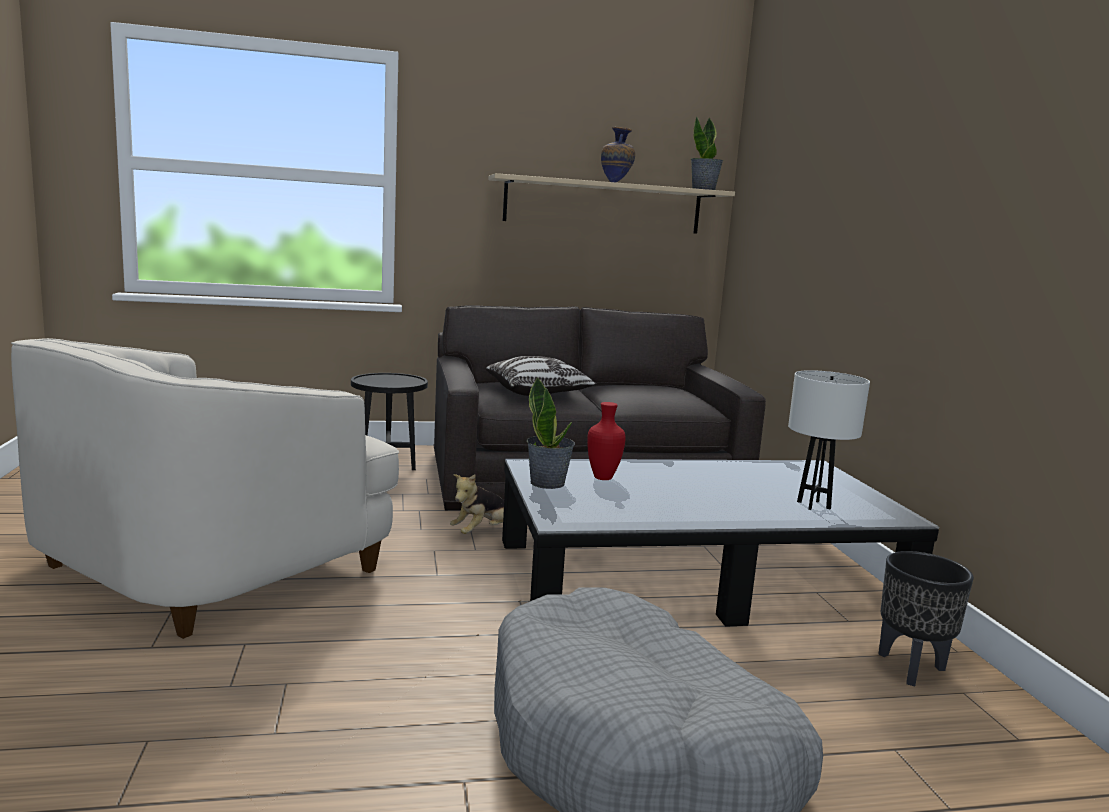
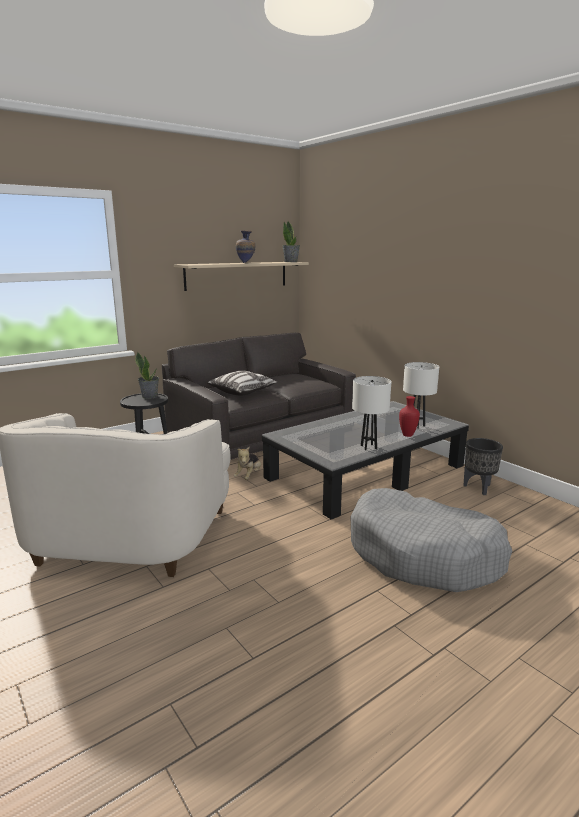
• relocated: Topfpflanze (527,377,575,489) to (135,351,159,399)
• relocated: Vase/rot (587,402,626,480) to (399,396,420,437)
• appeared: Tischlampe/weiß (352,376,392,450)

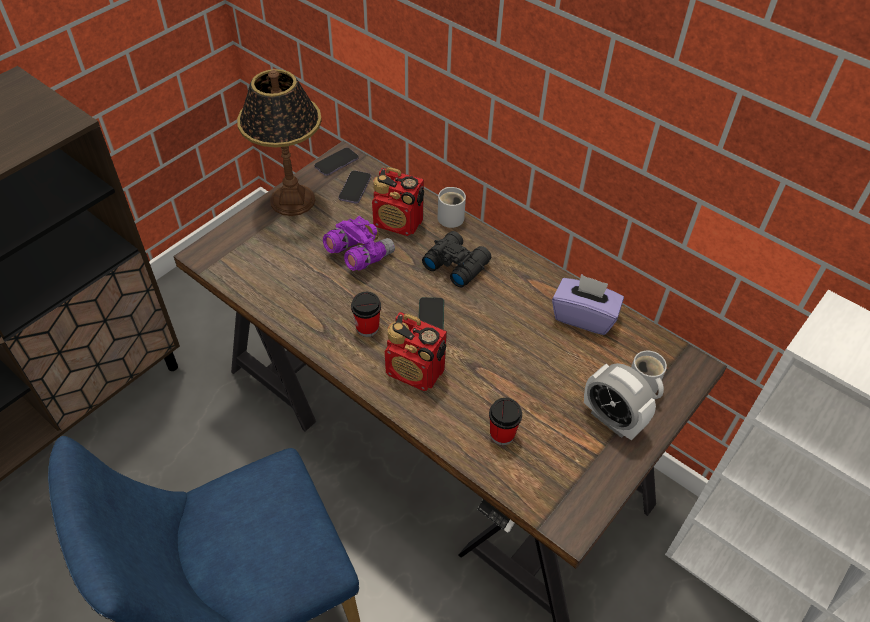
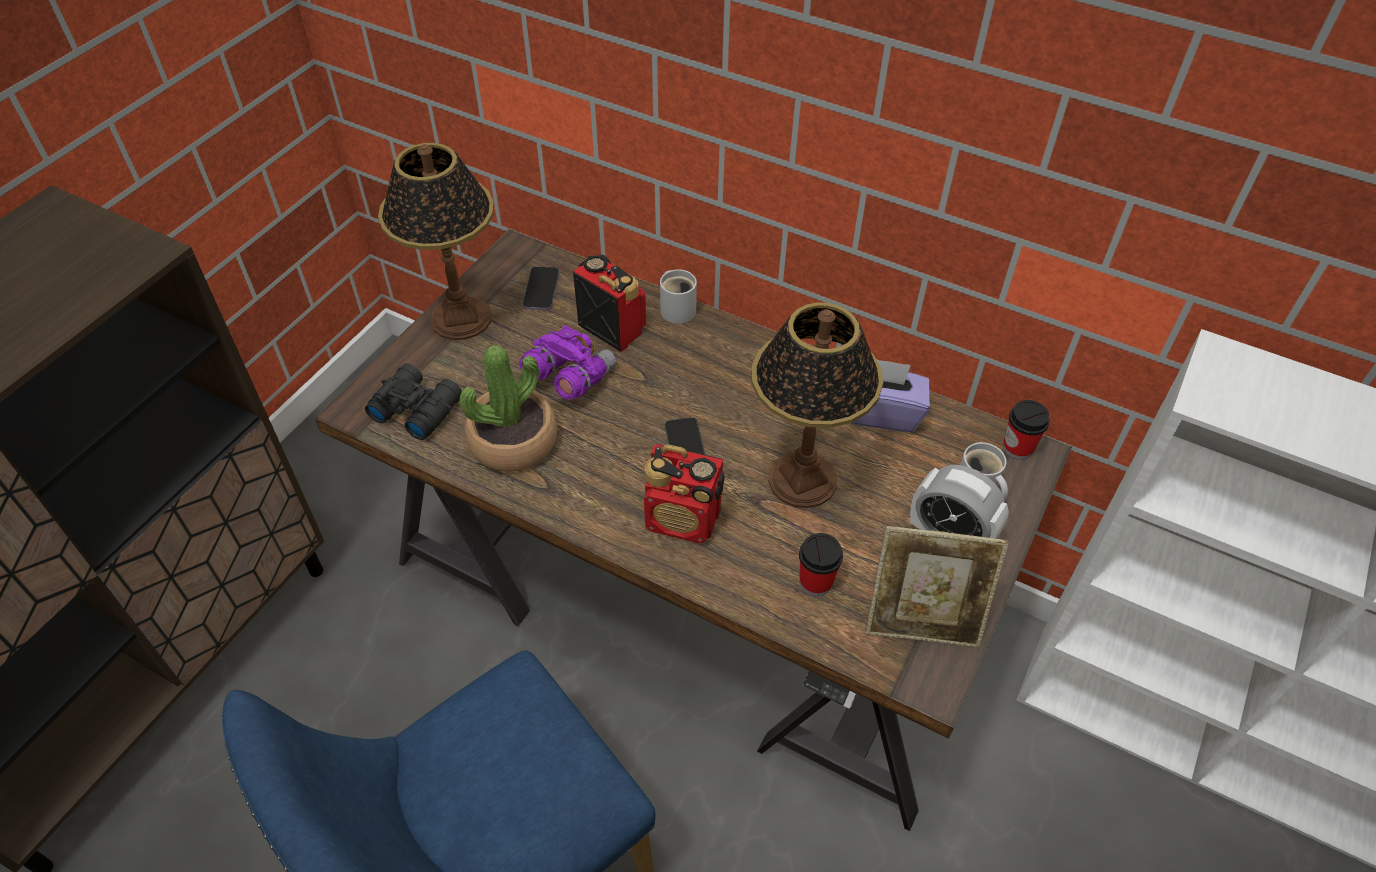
• missing: Handy (314,148,359,176)
• spun: Radio (372,167,424,236) = (573,254,646,352) 150 degrees counterclockwise
• relocated: Fernglas/schwarz (422,231,491,288) to (365,363,462,440)
• relocated: Tasse (351,292,381,337) to (1003,400,1050,460)
• appeared: Tischlampe (751,303,883,508)
• appeared: Topfpflanze (460,345,557,472)
• appeared: Bilderrahmen (866,526,1008,648)

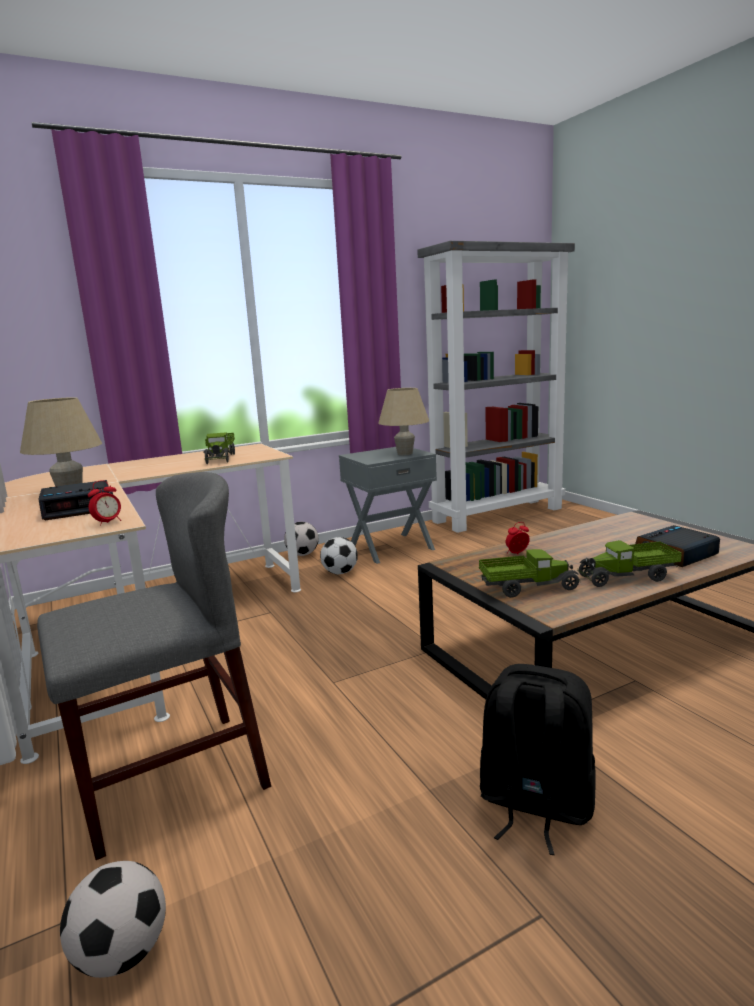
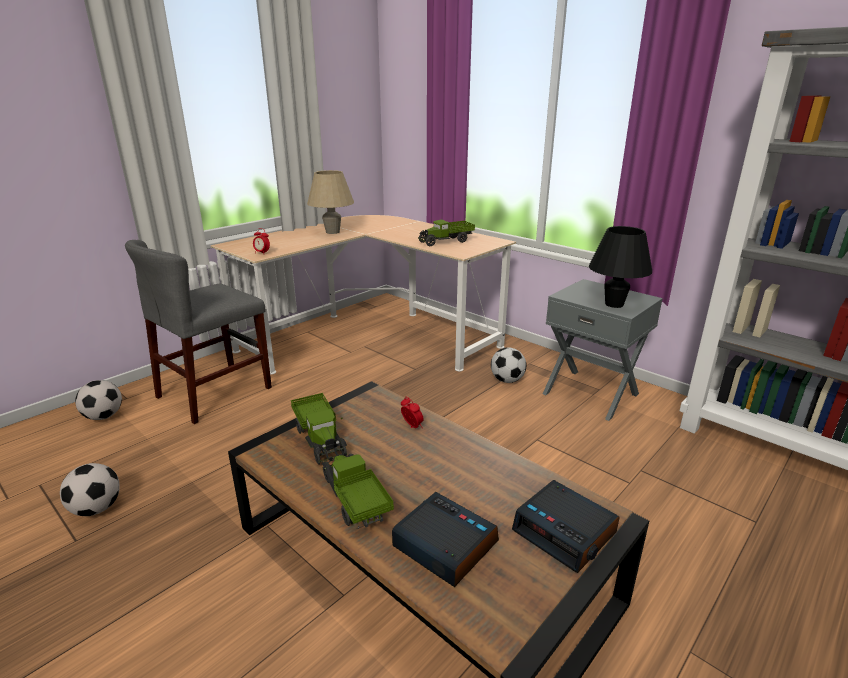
• colour: Tischlampe/beige (378,388,429,455) to Tischlampe/schwarz (588,226,652,308)
• spun: Stuhl/grau (37,472,271,860) = (125,240,272,424) 90 degrees clockwise
• relocated: Wecker (38,480,113,520) to (512,480,620,573)
• relocated: Fußball (284,522,319,556) to (60,463,120,516)
• missing: Rucksack/schwarz (480,664,595,855)

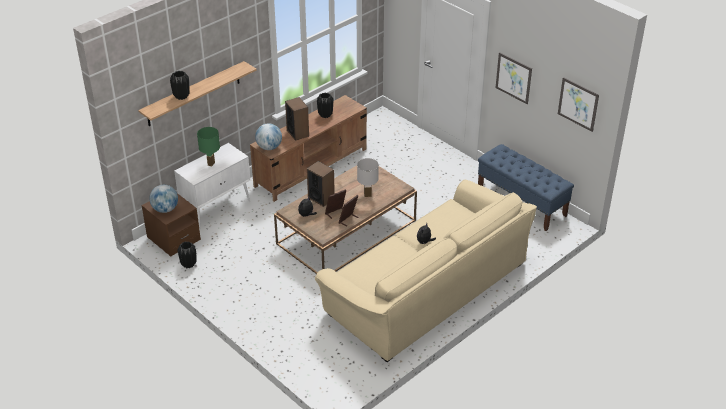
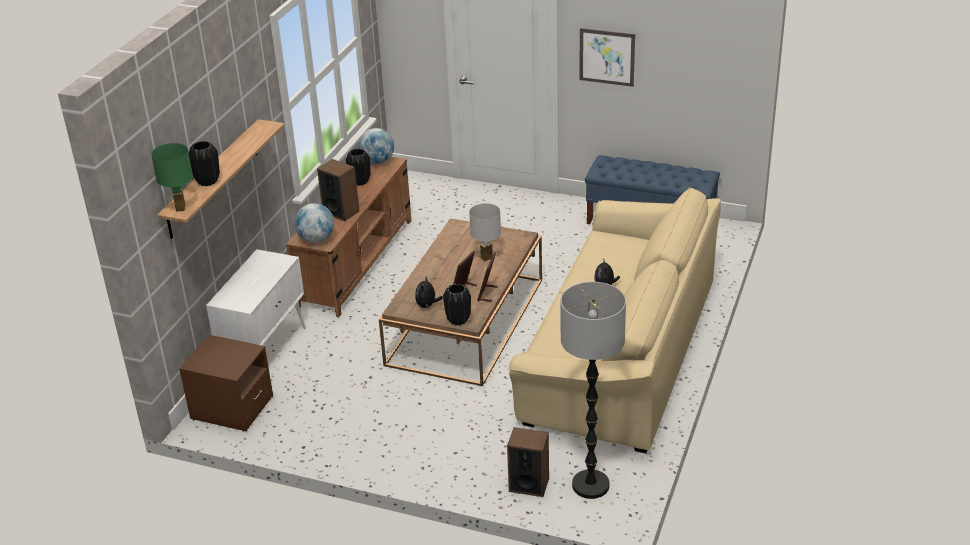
• missing: Bild (558,77,599,132)
• relocated: Tischlampe/grün (197,127,220,166) to (151,143,193,212)
• relocated: Lautsprecher (307,161,335,207) to (507,427,549,497)
• relocated: Globus (149,185,178,213) to (358,128,394,164)
• relocated: Vase/schwarz (177,241,197,268) to (443,284,471,325)
• appeared: Stehlampe (560,282,626,499)

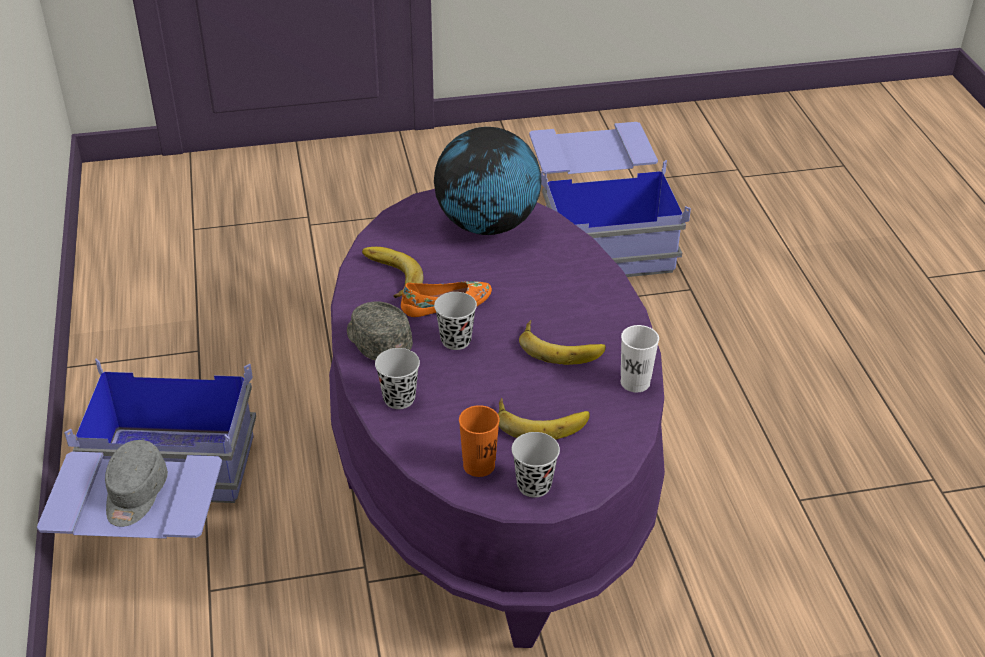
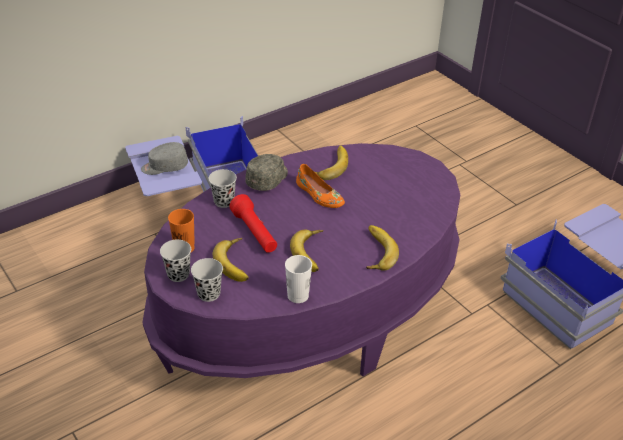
• missing: Globus (434,127,541,235)
• relocated: Tasse/schwarz (434,292,477,350) to (191,258,223,302)
• appeared: Taschenlampe/rot (229,194,277,253)
• appeared: Banane (366,225,399,270)

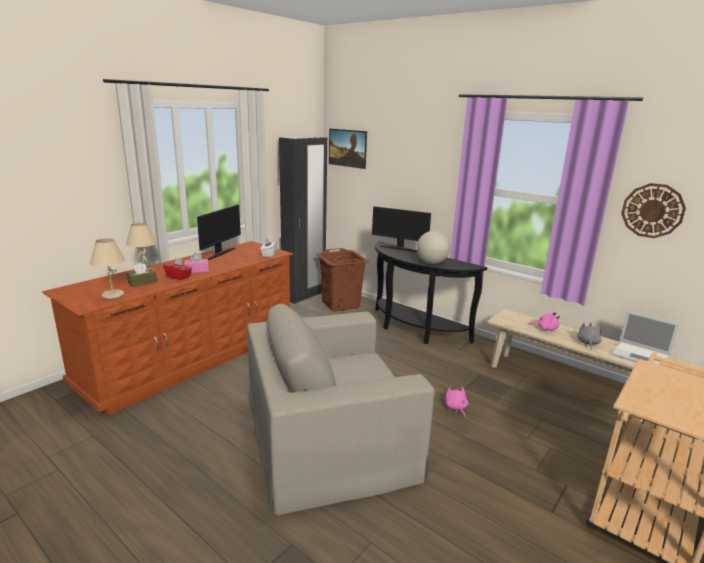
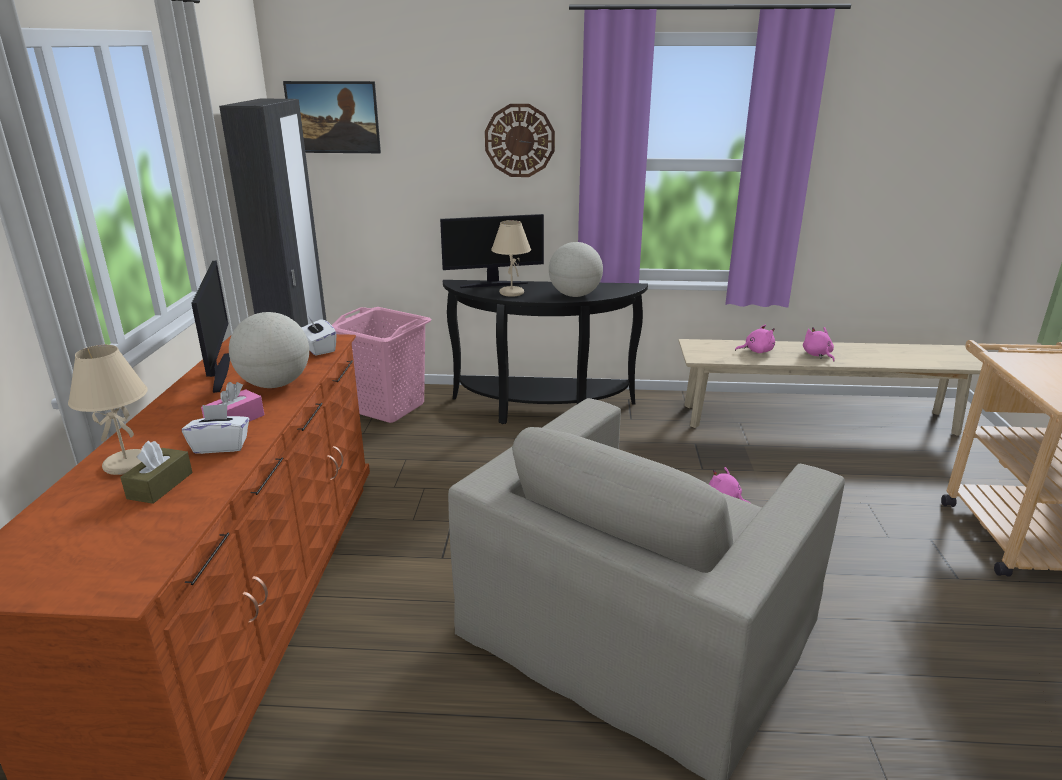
• relocated: Wanduhr (621,183,686,238) to (485,104,555,177)
• relocated: Tischlampe/beige (90,238,126,299) to (491,220,531,297)
• colour: Wäschekorb/braun (316,248,369,312) to Wäschekorb/rosa (332,307,432,423)
• colour: Taschentuchbox/rot (163,258,192,280) to Taschentuchbox/weiß (182,404,249,454)
• missing: Laptop (611,311,679,365)
• colour: Plüschtier/grau (577,323,601,349) to Plüschtier/rosa (803,327,835,362)
• appeared: Globus (229,312,309,388)

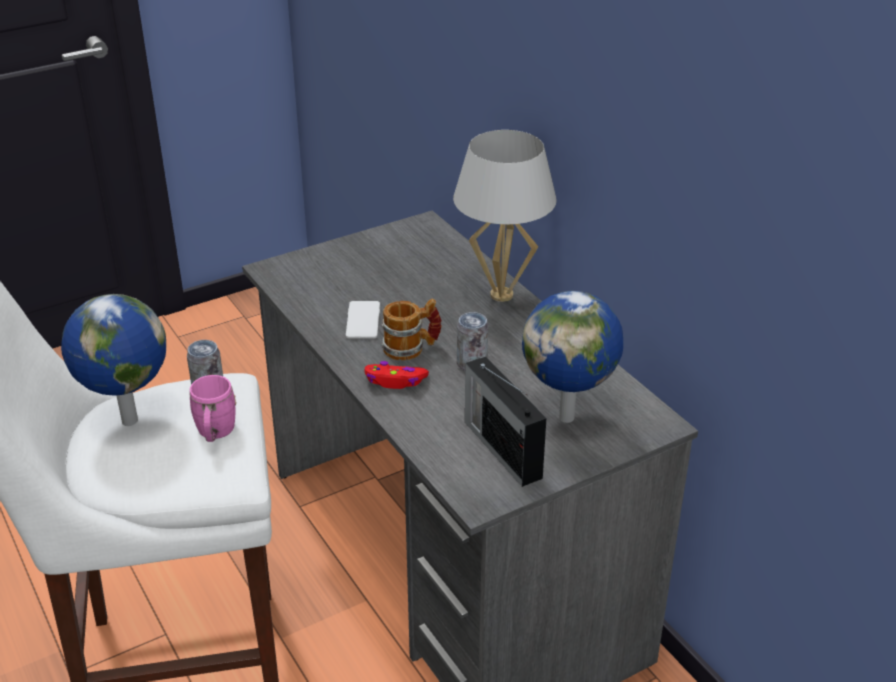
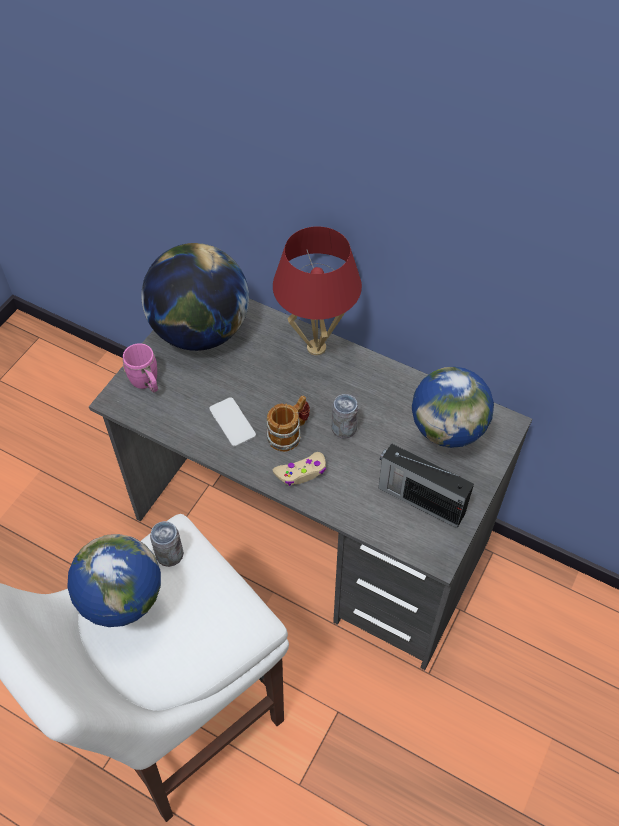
• colour: Tischlampe/weiß (453,130,557,302) to Tischlampe/rot (273,226,362,356)
• colour: Gamepad/rot (365,361,429,389) to Gamepad/beige (273,452,326,486)
• relocated: Henkelbecher/rosa (189,375,237,442) to (123,343,158,392)
• appeared: Globus (141,243,249,351)

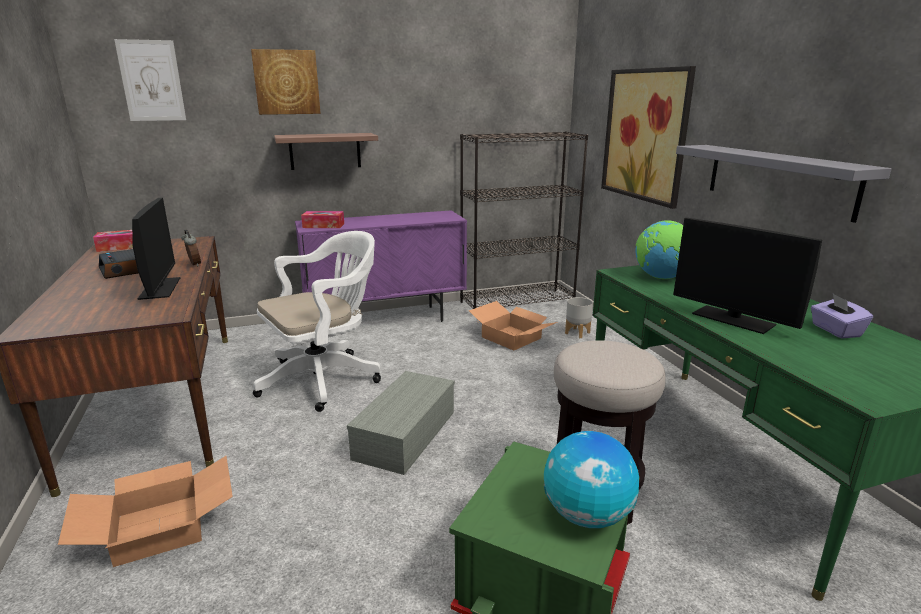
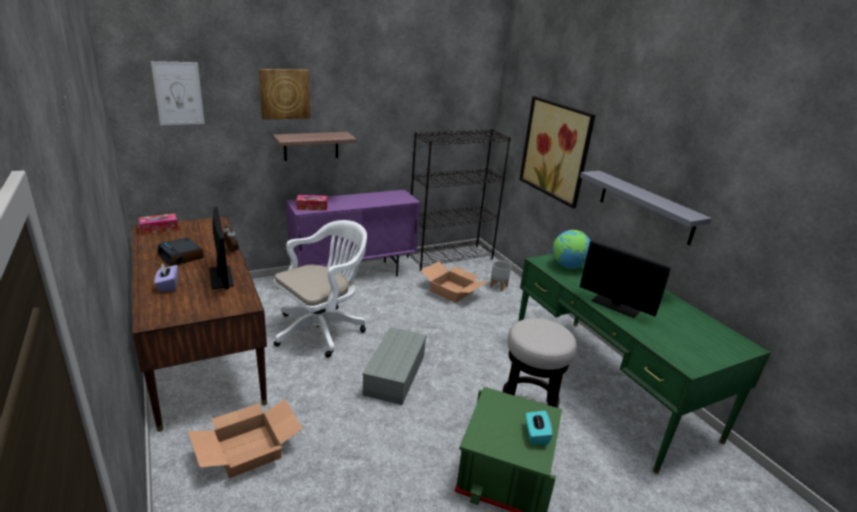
• relocated: Taschentuchbox/lila (811,294,873,338) to (154,263,178,292)
• exchanged: Globus (544,431,639,528) to Taschentuchbox/türkis (526,410,553,445)

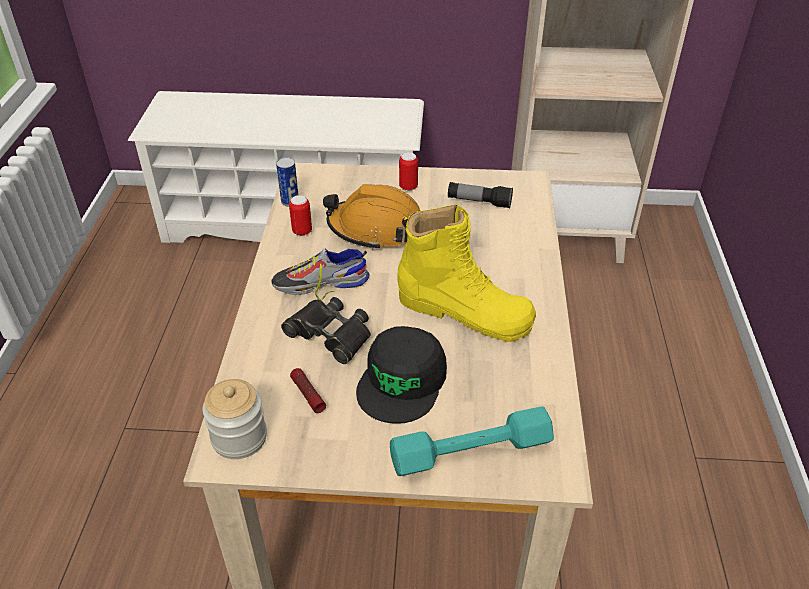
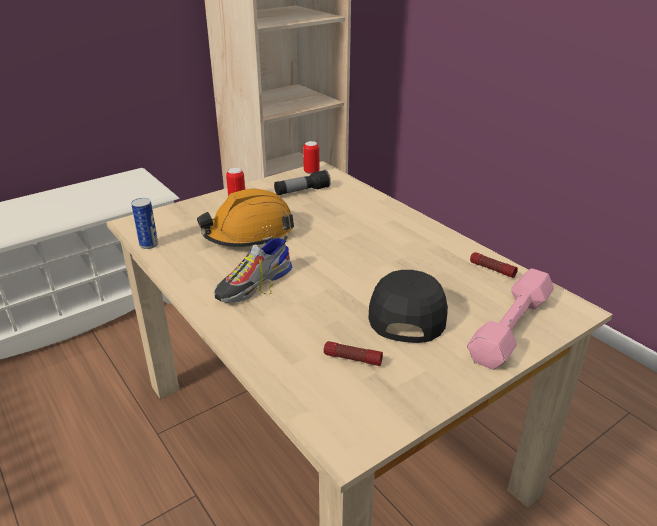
• relocated: Dose (289,195,312,236) to (303,141,319,174)
• missing: Stiefel/gelb (398,205,536,342)
• missing: Fernglas/schwarz (281,297,371,364)
• spun: Kappe/schwarz (356,326,447,424) = (369,270,448,343) 150 degrees counterclockwise
• missing: Vorratsglas (202,379,267,459)
• colour: Hantel/türkis (390,406,554,476) to Hantel/rosa (467,268,554,370)
• appeared: Taschenlampe (470,252,518,278)

